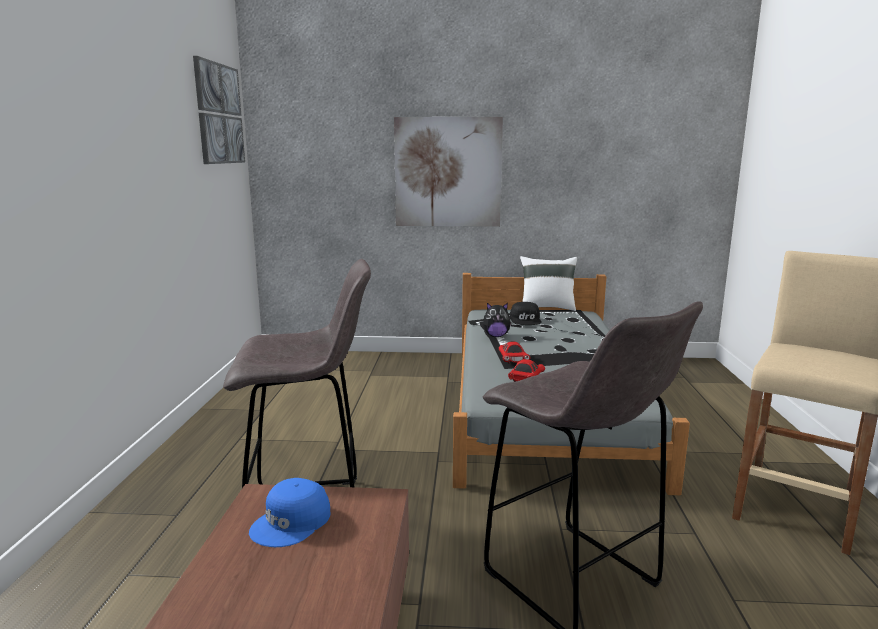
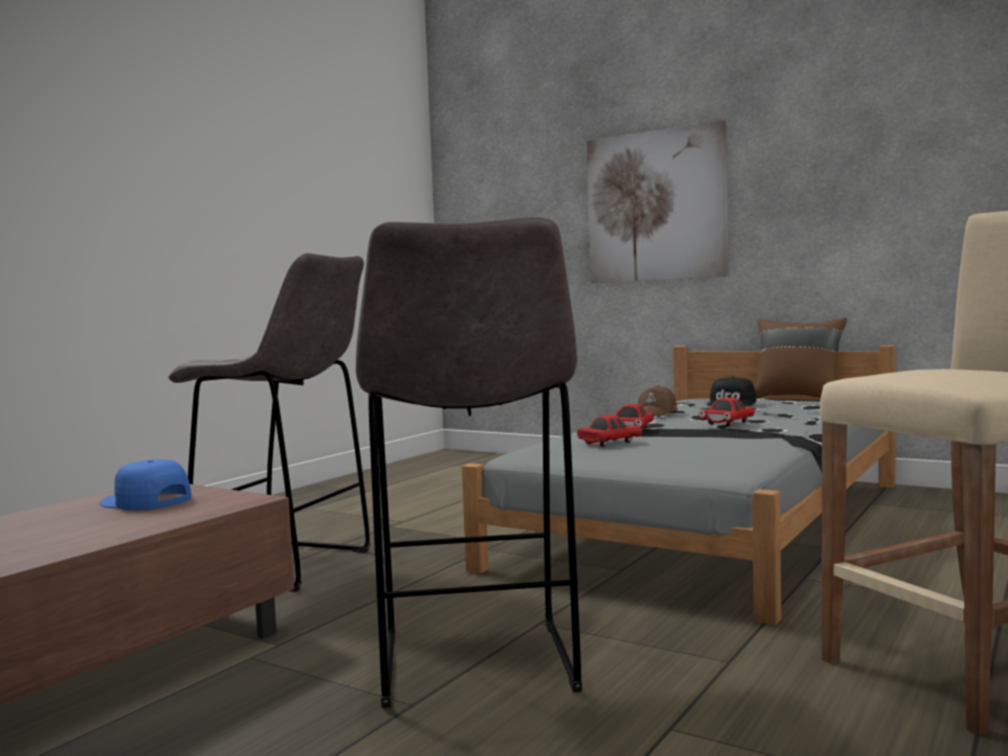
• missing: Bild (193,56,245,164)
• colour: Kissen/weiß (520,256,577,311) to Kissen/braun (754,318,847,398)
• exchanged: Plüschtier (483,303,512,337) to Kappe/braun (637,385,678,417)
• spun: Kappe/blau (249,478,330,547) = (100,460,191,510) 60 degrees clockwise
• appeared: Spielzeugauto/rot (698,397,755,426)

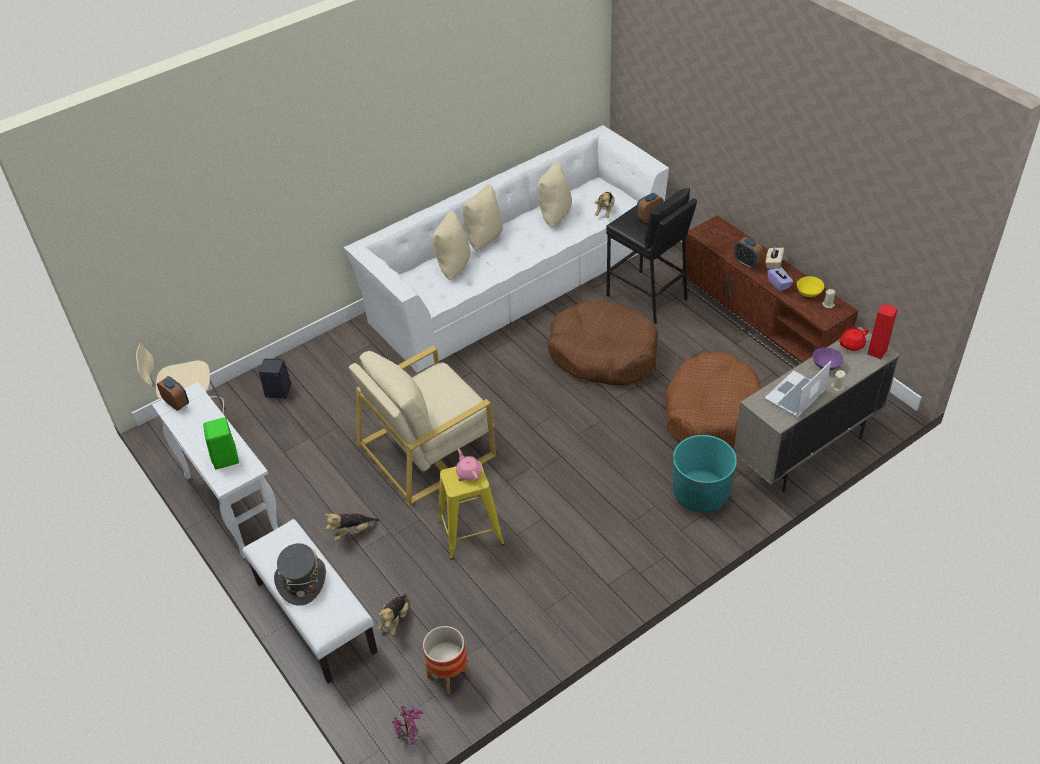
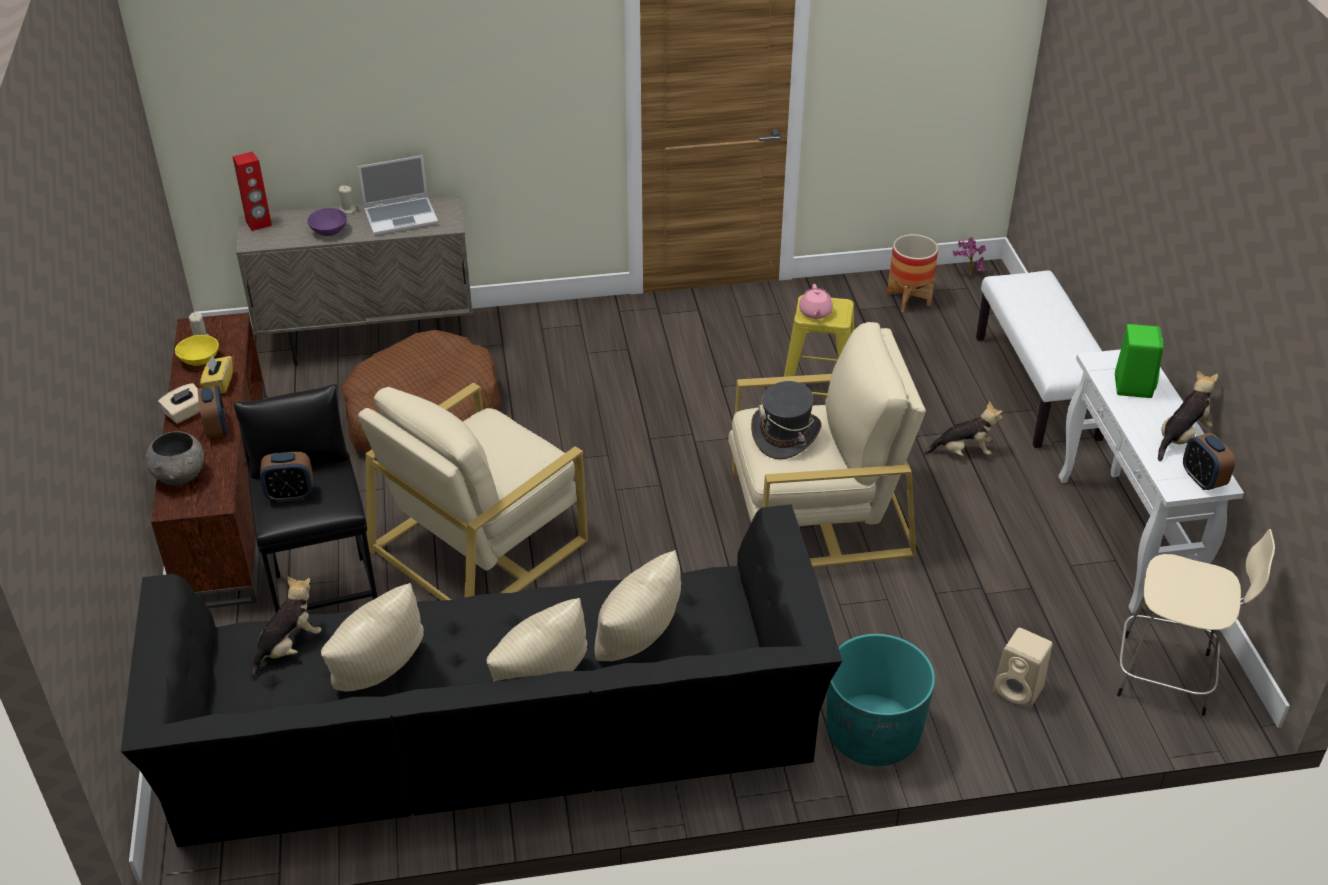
• colour: Sofa/weiß (344,125,669,373) to Sofa/schwarz (121,504,842,847)
• colour: Taschentuchbox/lila (767,267,793,292) to Taschentuchbox/gelb (200,355,233,393)
• exchanged: Hundebett/braun (547,301,658,385) to Sessel/beige (358,383,588,600)
• missing: Teekanne/rot (838,328,869,351)
• colour: Lautsprecher/schwarz (259,359,291,399) to Lautsprecher/beige (993,628,1053,709)
• relocated: Pflanzkübel/türkis (673,435,737,513) to (826,634,935,766)
• relocated: Hut/grau (274,543,326,606) to (751,381,821,459)
• relocated: Plüschtier (378,593,409,636) to (1158,370,1218,461)
• appeared: Schüssel/grau (146,431,204,485)

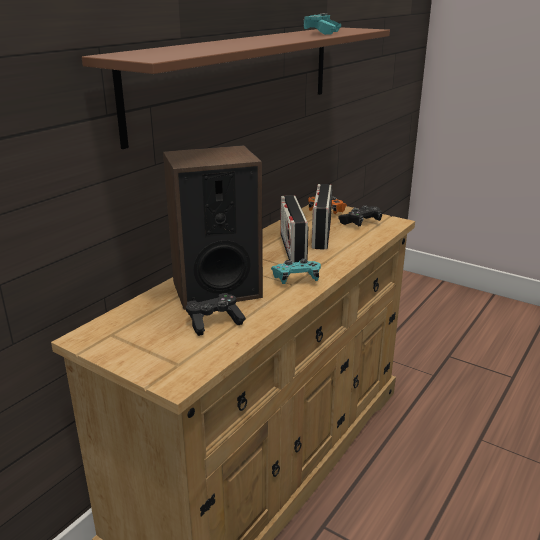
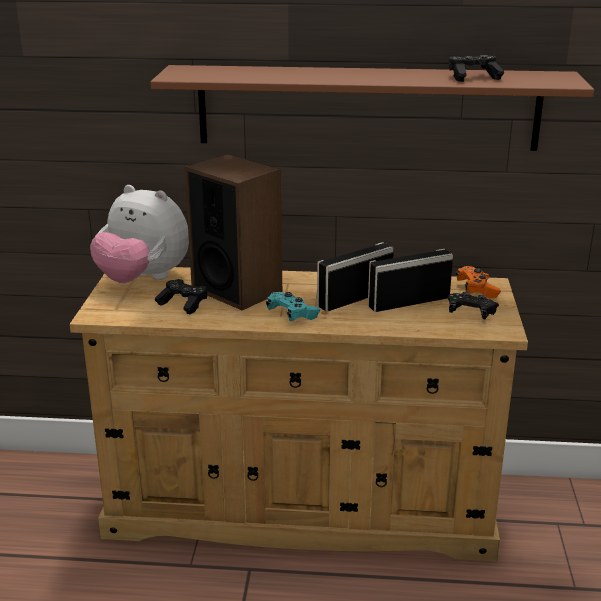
• colour: Gamepad/türkis (303,13,341,35) to Gamepad/schwarz (449,55,504,82)
• appeared: Plüschtier (90,185,189,283)

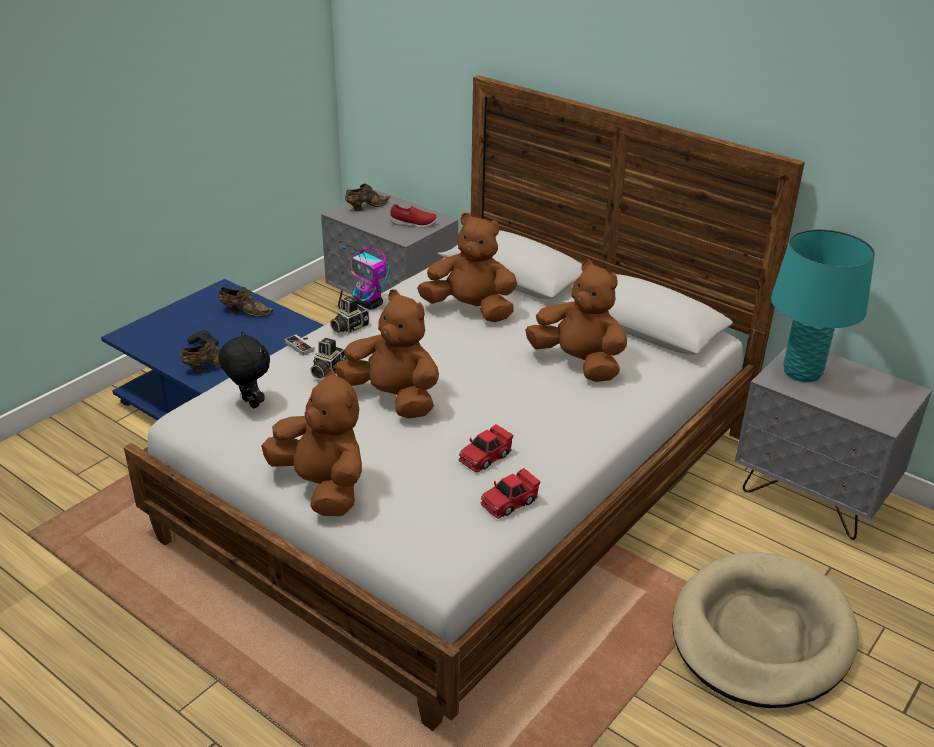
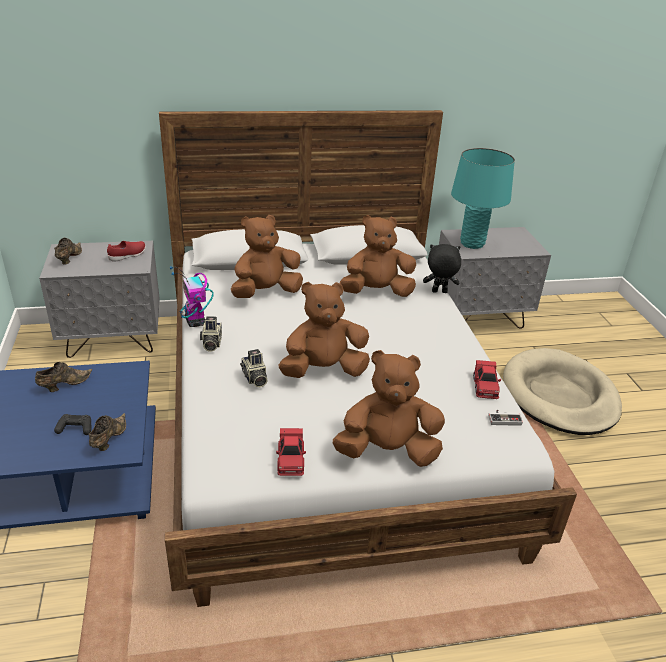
• spun: Spielzeugroboter (342,245,390,310) = (170,266,214,327) 75 degrees clockwise
• relocated: Plüschtier/schwarz (218,331,270,409) to (423,244,461,293)
• relocated: Gamepad (285,334,315,356) to (488,410,523,426)
• relocated: Spielzeugauto/rot (459,424,514,472) to (276,428,306,476)

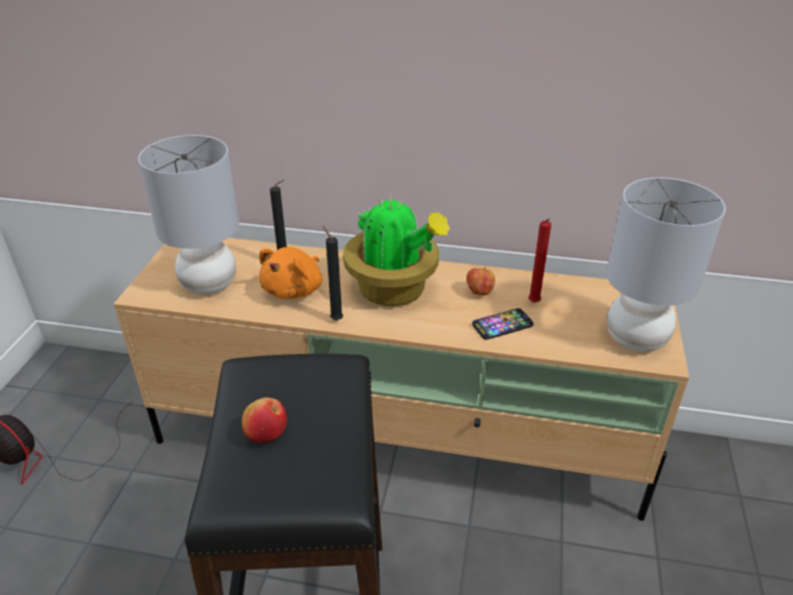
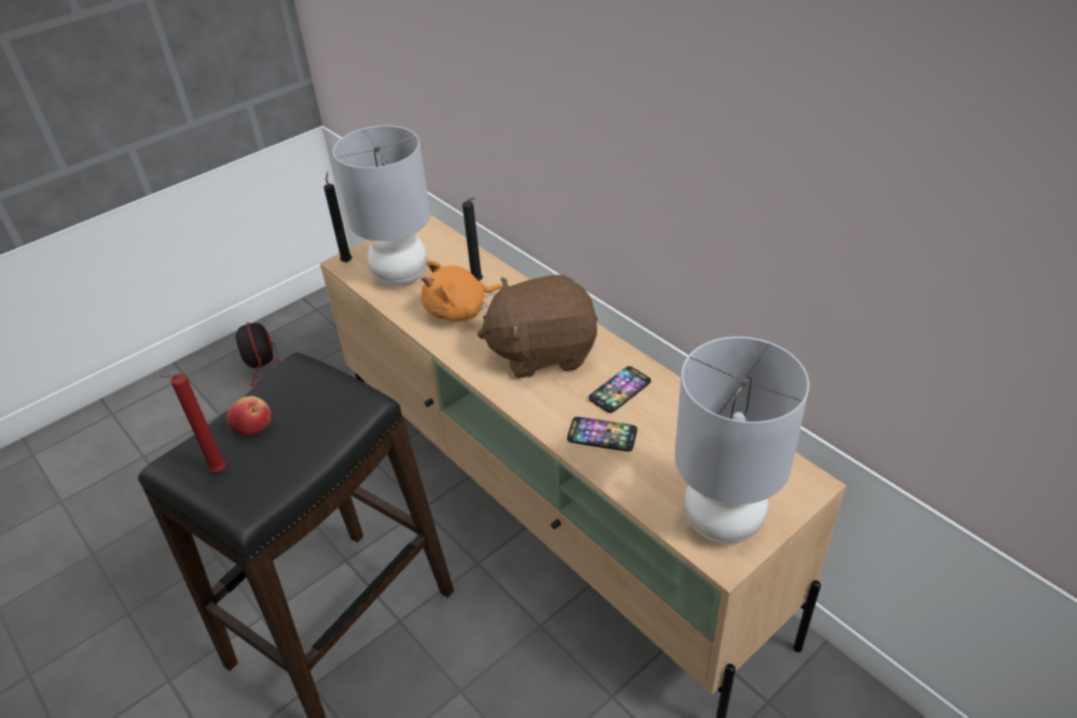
• exchanged: Topfpflanze (343,191,450,306) to Plüschtier/braun (477,275,598,378)
• relocated: Kerze/rot (528,219,551,303) to (159,374,226,473)
• relocated: Kerze/schwarz (323,226,343,320) to (324,172,352,262)
• exchanged: Apfel (466,266,495,295) to Handy (589,366,651,413)

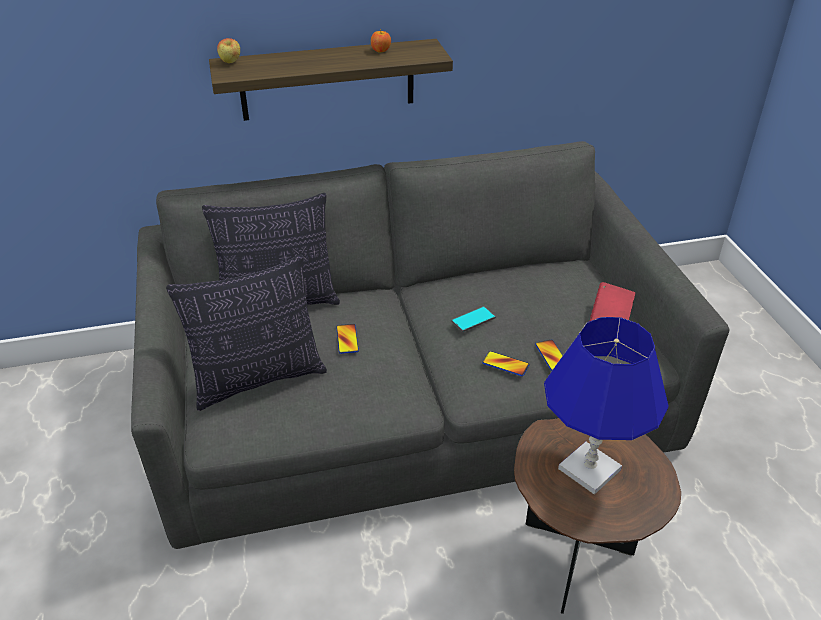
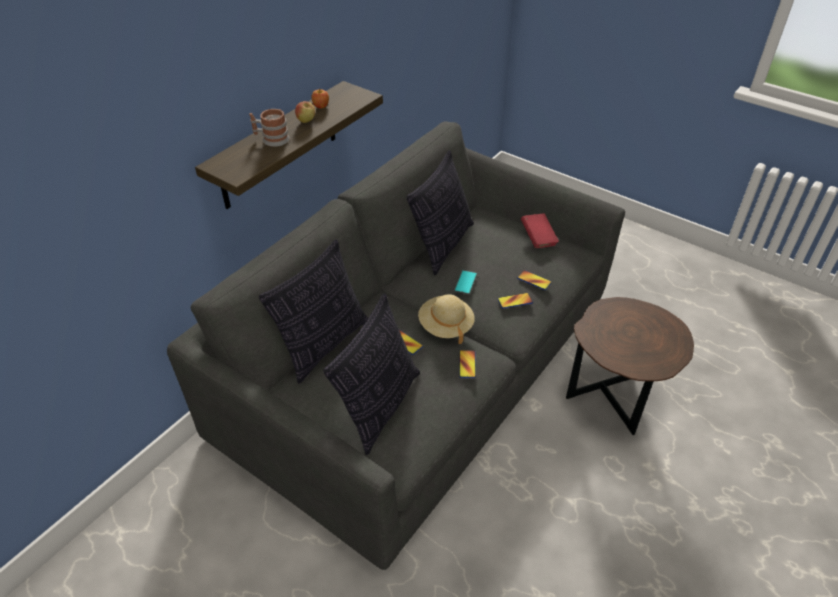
• relocated: Apfel (217,38,240,63) to (295,101,315,123)
• missing: Tischlampe/blau (544,317,668,495)
• appeared: Henkelbecher (249,109,290,147)
• appeared: Kissen (406,150,474,275)
• appeared: Hut/beige (418,294,475,344)
• appeared: Handy (459,350,476,378)

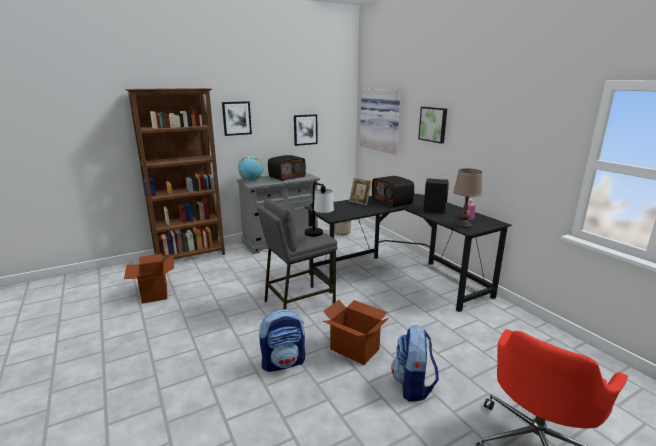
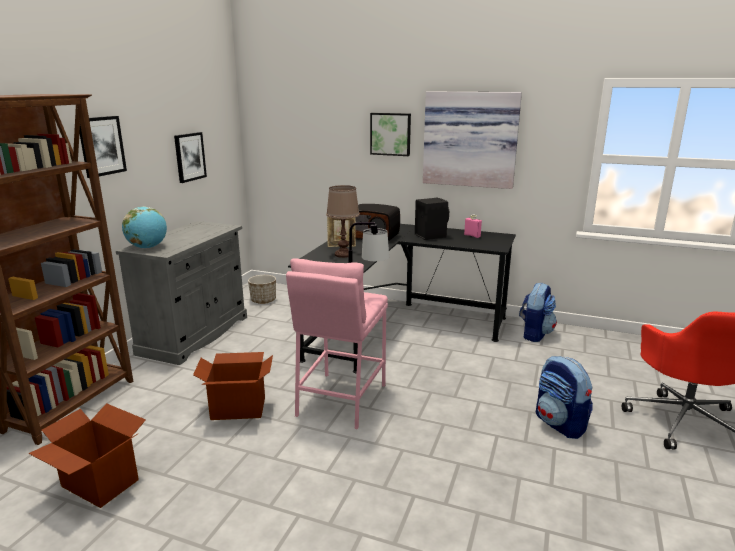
• relocated: Bild (360,88,401,155) to (423,91,522,189)
• missing: Radio (268,155,306,181)
• relocated: Tischlampe/braun (453,168,482,228) to (326,185,360,258)
• colour: Hocker/grau (257,198,337,309) to Hocker/rosa (286,259,388,429)
• relocated: Karton (322,300,389,365) to (193,352,273,420)
• relocated: Rucksack (259,309,305,372) to (519,282,557,342)

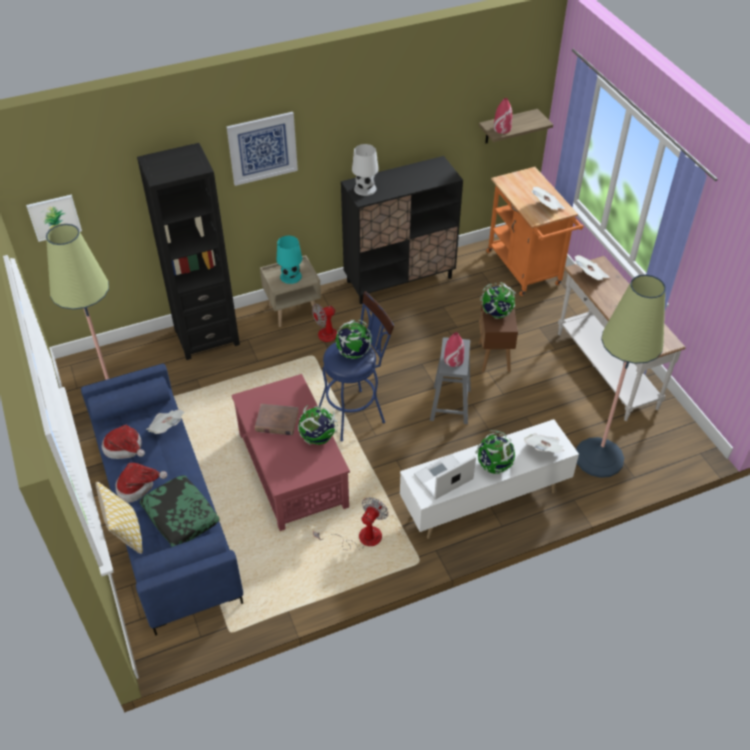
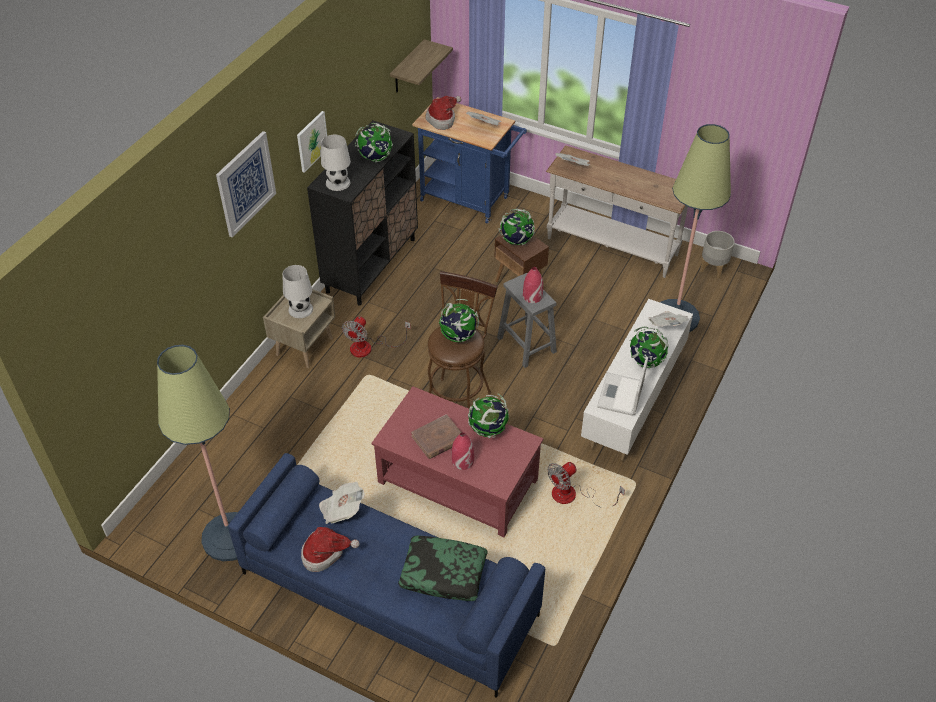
• relocated: Vase/rot (494,98,512,134) to (452,432,474,470)
• missing: Bücherregal/schwarz (137,143,240,360)
• colour: Rollwagen/orange (486,167,584,296) to Rollwagen/blau (412,97,527,223)
• relocated: Bild (26,195,82,242) to (297,111,327,173)
• colour: Tischlampe/türkis (277,236,302,284) to Tischlampe/weiß (282,265,313,318)
• colour: Hocker/blau (319,291,394,441) to Hocker/braun (428,271,498,409)
• relocated: Hut (116,463,167,503) to (425,96,461,130)
• missing: Kissen (95,482,143,554)
• spun: Ventilator (313,497,388,550) = (547,462,625,508) 120 degrees counterclockwise
• appeared: Globus (355,123,393,162)
• appeared: Pflanzkübel/grau (700,231,735,279)

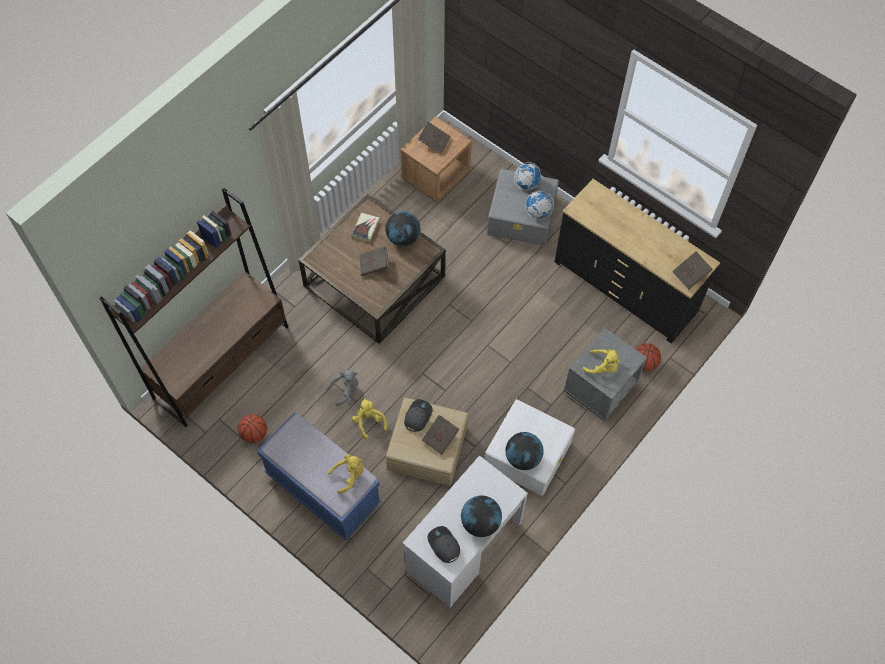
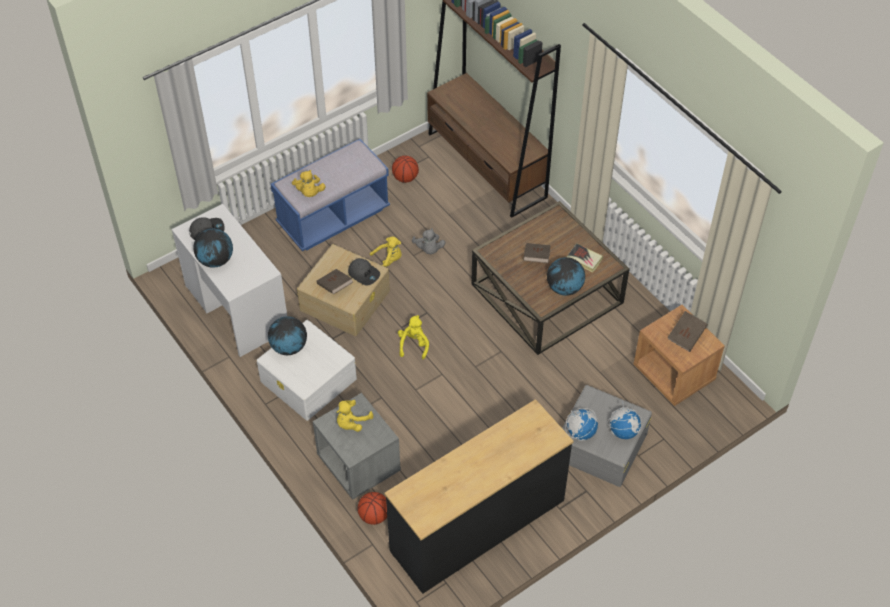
• missing: Buch/braun (672,251,713,290)
• appeared: Plüschtier/gelb (398,315,429,359)

